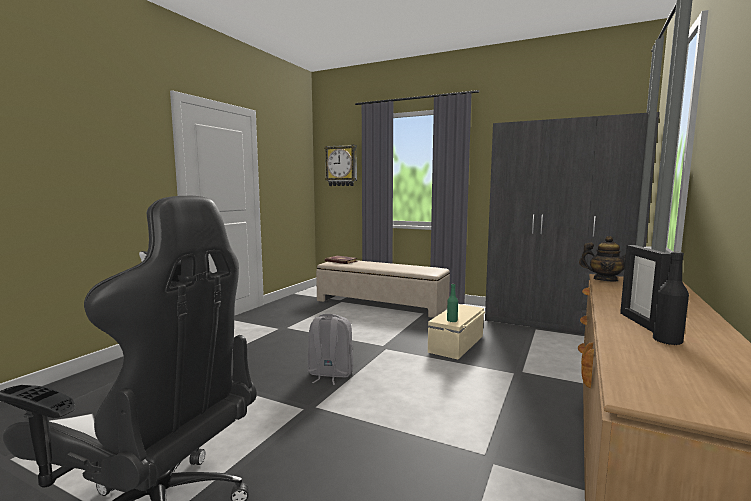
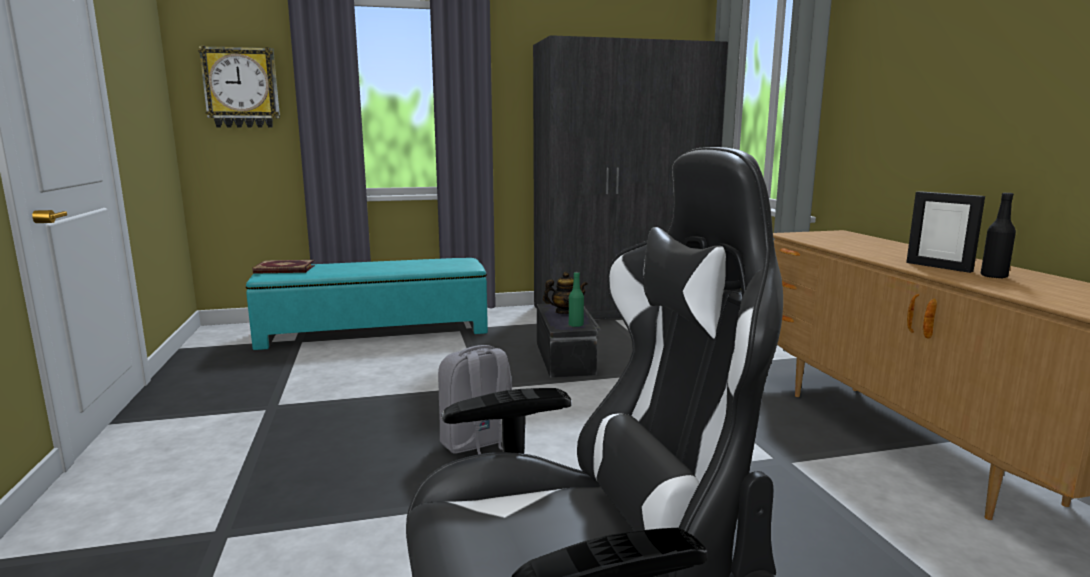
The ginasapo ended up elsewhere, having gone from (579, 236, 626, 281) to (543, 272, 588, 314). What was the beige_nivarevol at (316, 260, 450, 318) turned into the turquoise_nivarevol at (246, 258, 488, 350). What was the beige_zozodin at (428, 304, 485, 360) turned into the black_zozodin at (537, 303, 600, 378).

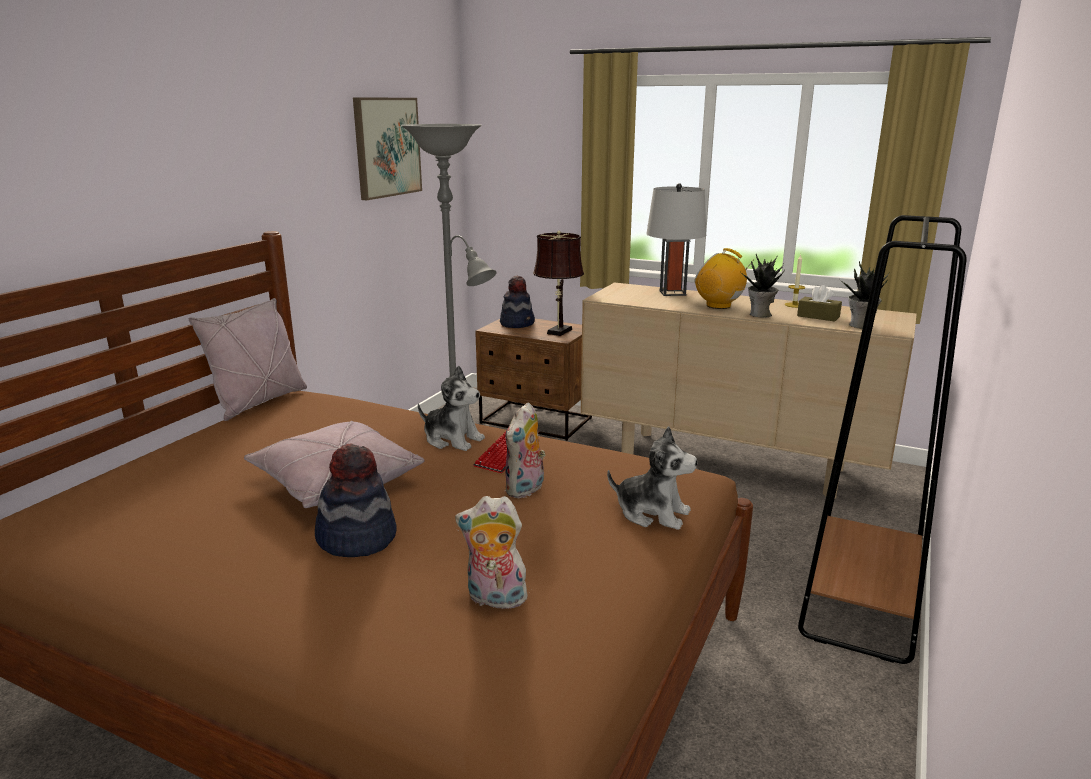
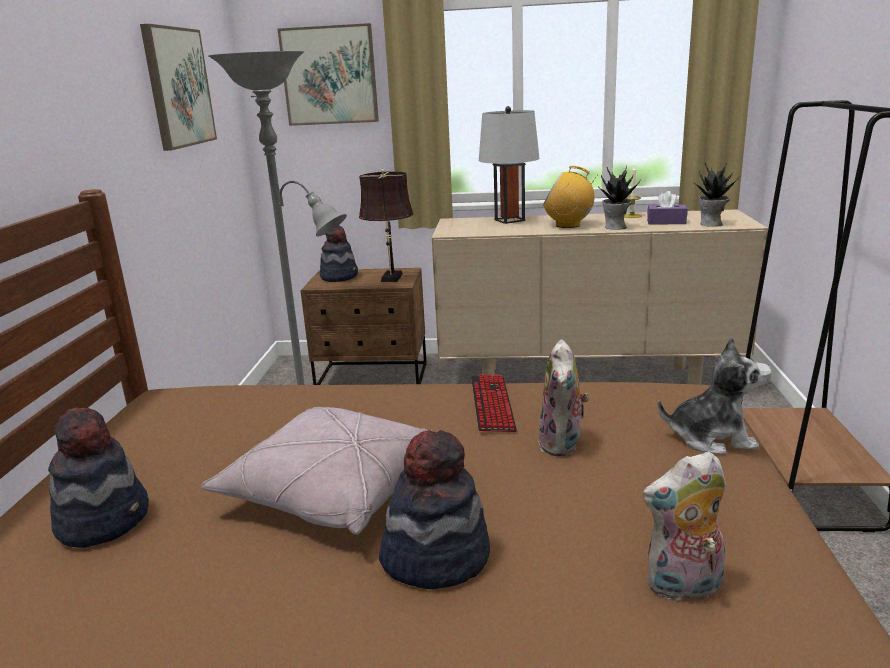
What was the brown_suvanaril at (797, 285, 842, 322) turned into the purple_suvanaril at (647, 191, 687, 224). The second view lost the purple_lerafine at (189, 298, 307, 421). The second view lost the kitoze at (418, 365, 485, 451). The second view gained the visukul at (278, 23, 379, 126). The second view gained the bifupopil at (48, 407, 149, 548).

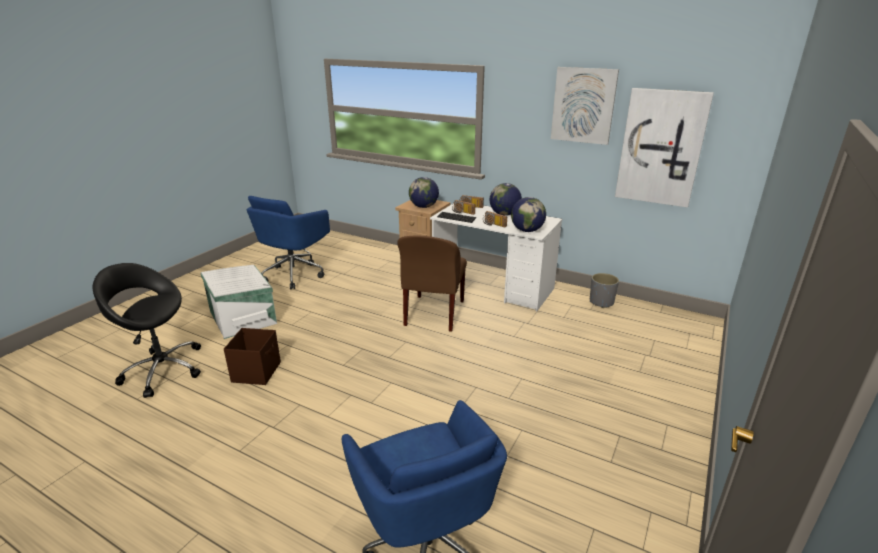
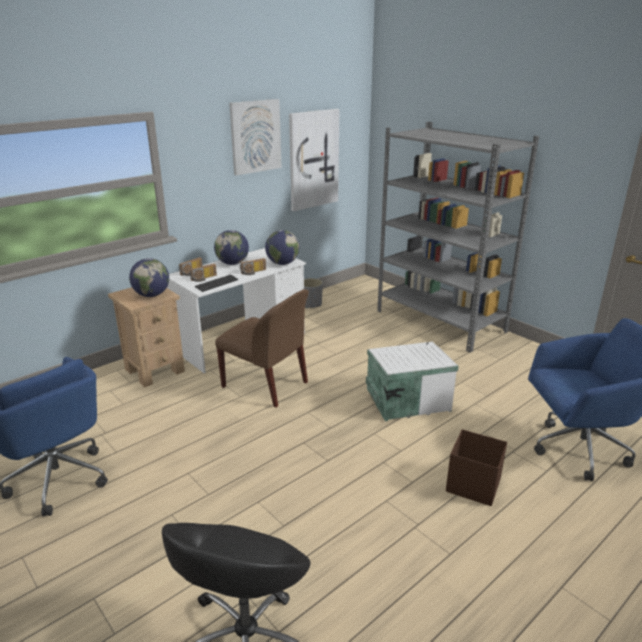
The white_zozodin ended up elsewhere, having gone from (200, 265, 277, 339) to (366, 342, 459, 421). The brown_zozodin ended up elsewhere, having gone from (224, 328, 281, 385) to (446, 429, 507, 506). The second view gained the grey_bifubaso at (377, 122, 539, 353).

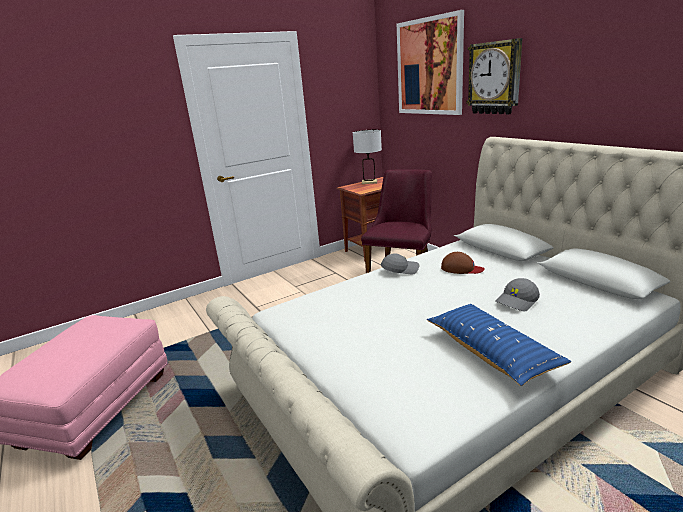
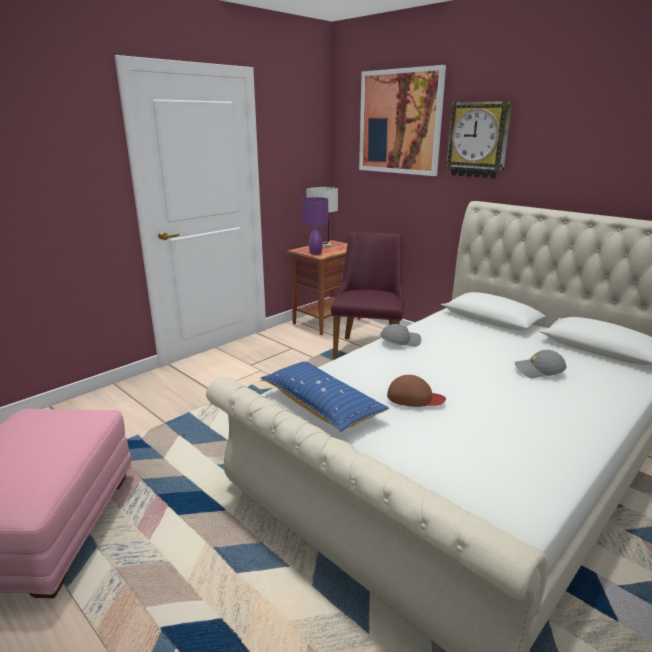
The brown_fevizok ended up elsewhere, having gone from (441, 252, 485, 274) to (387, 375, 446, 407). The grey_fevizok at (495, 278, 540, 312) ended up facing another way, 60 degrees clockwise from before. The blue_lerafine ended up elsewhere, having gone from (427, 304, 571, 386) to (261, 362, 389, 432). The second view gained the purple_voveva at (302, 197, 328, 255).

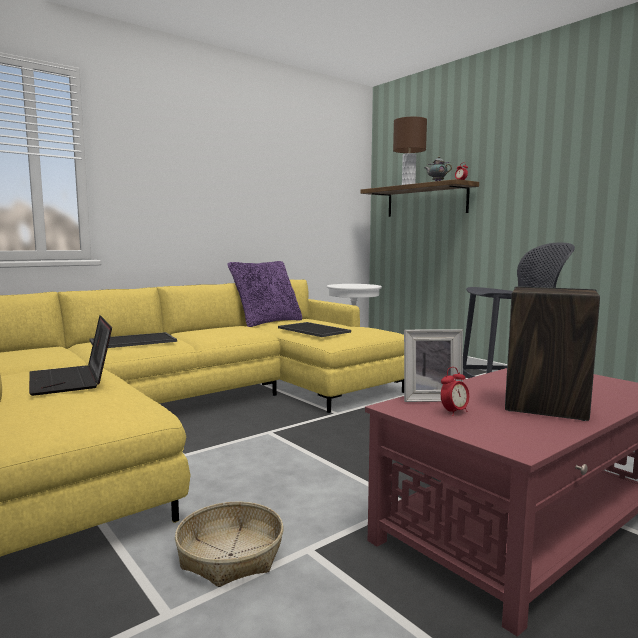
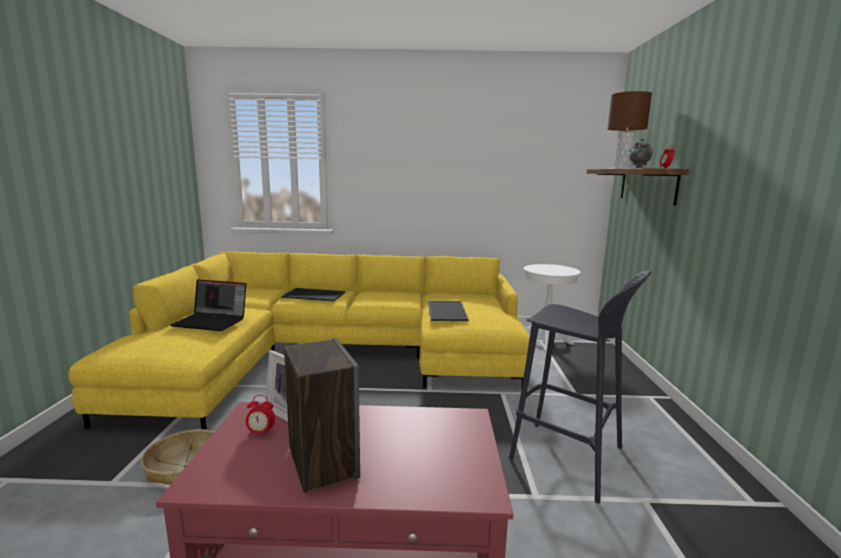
The second view lost the purple_lerafine at (227, 261, 302, 327). The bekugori at (29, 315, 112, 396) ended up facing another way, 90 degrees counterclockwise from before.

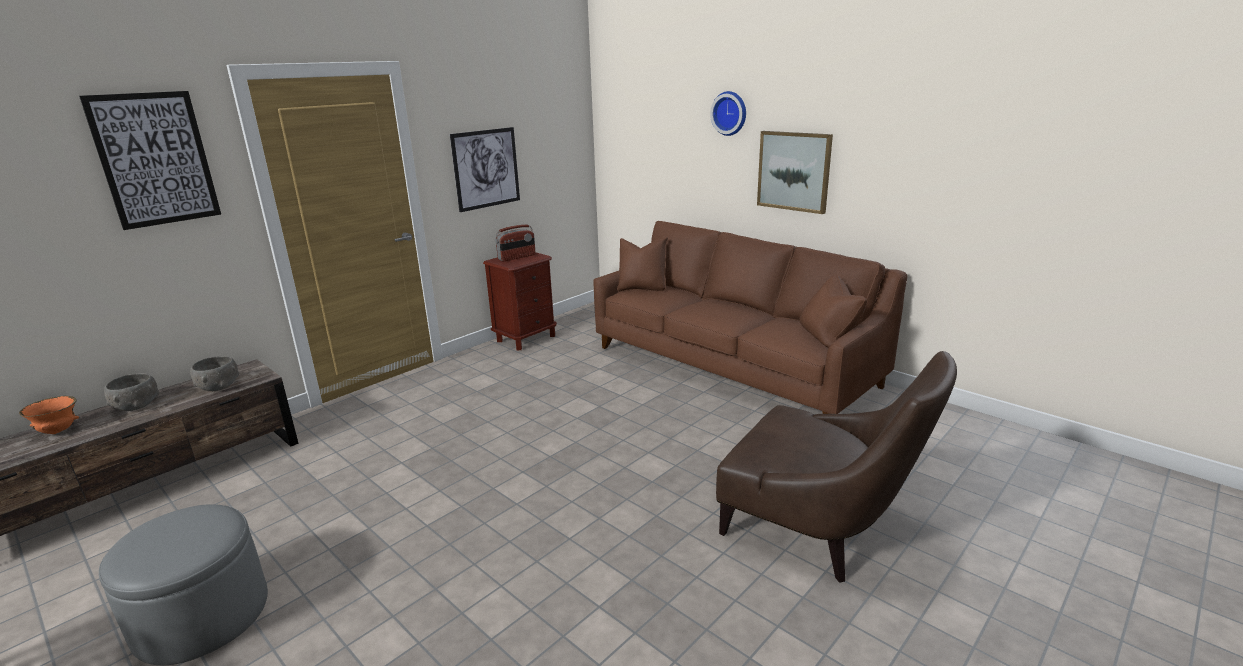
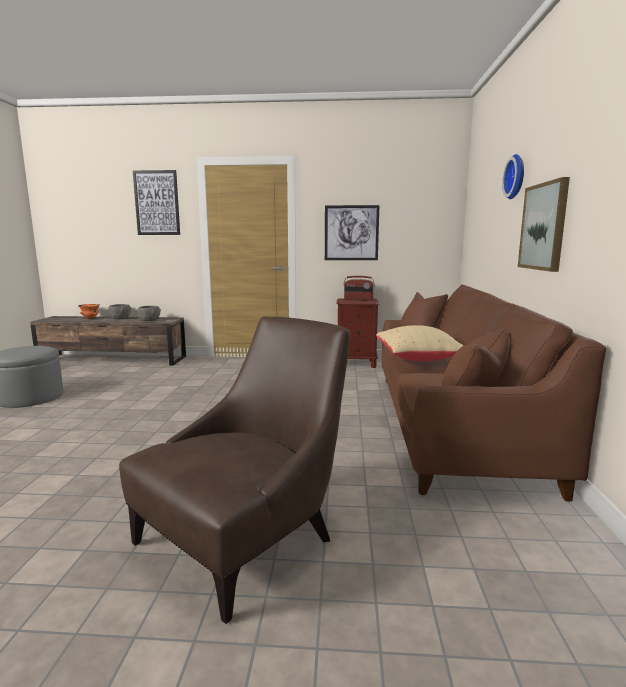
The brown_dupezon at (716, 351, 957, 583) ended up facing another way, 135 degrees counterclockwise from before. The second view gained the beige_lerafine at (376, 325, 464, 361).

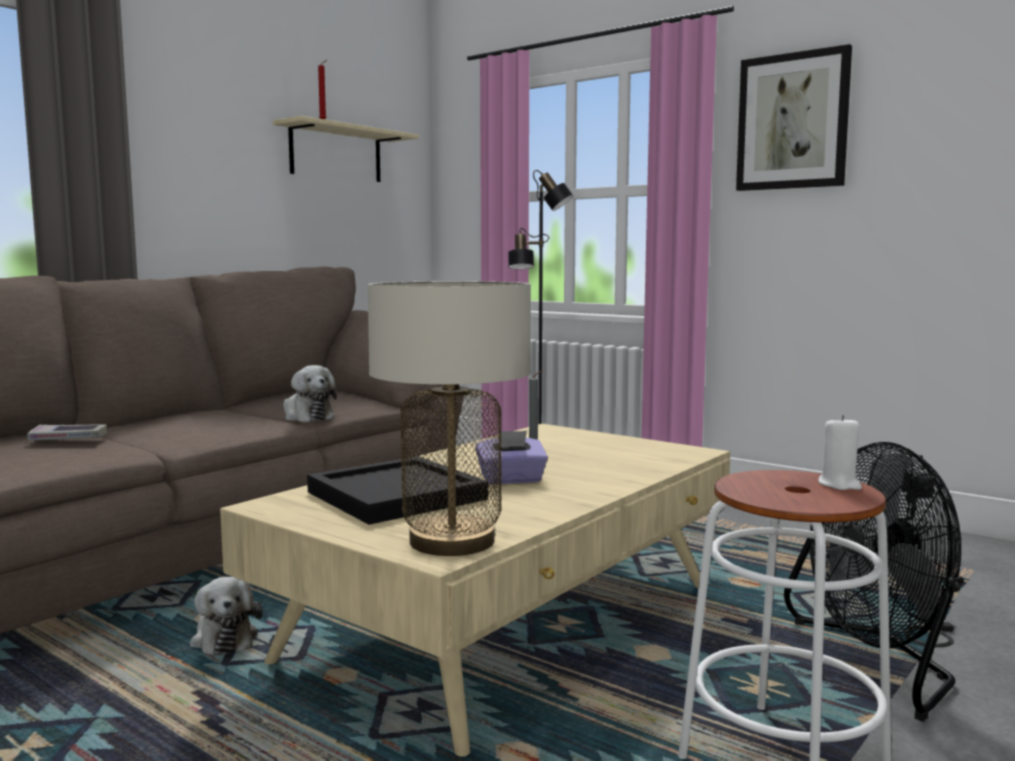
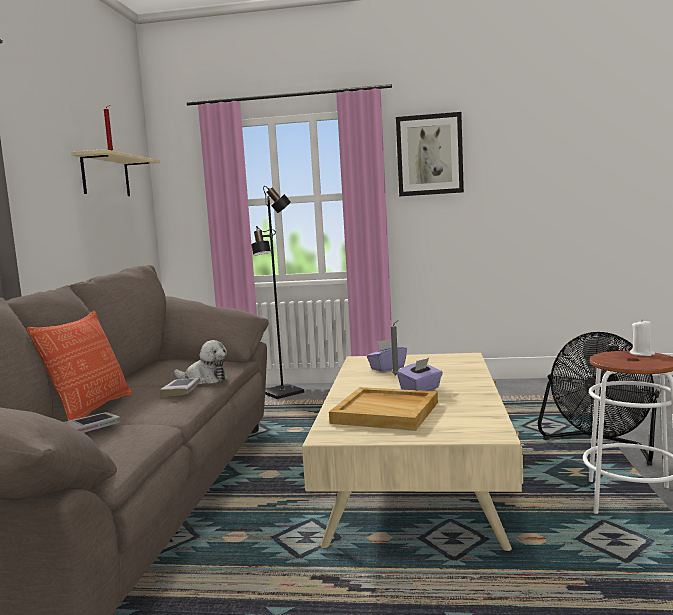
The second view lost the voveva at (368, 281, 531, 556). What was the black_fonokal at (307, 456, 488, 525) turned into the beige_fonokal at (329, 387, 438, 431). The second view lost the kitoze at (190, 577, 263, 656). The second view gained the orange_lerafine at (27, 311, 133, 421). The second view gained the purple_suvanaril at (367, 339, 407, 372). The second view gained the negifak at (160, 378, 200, 397).

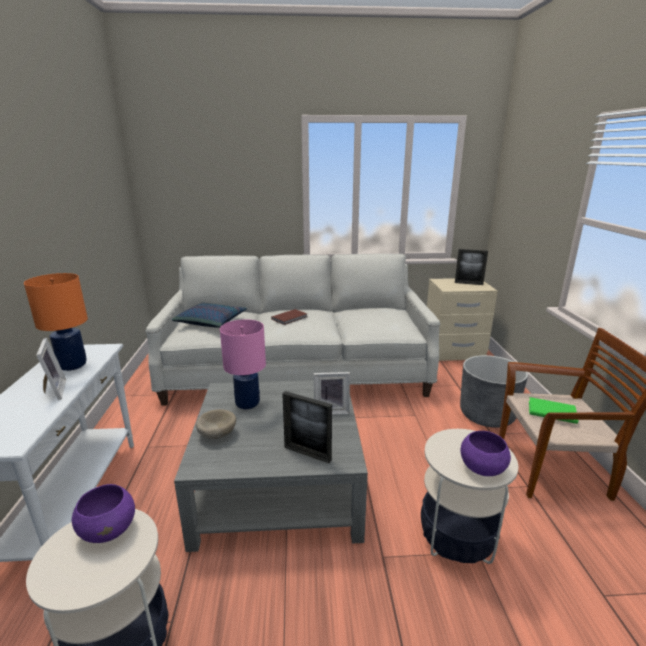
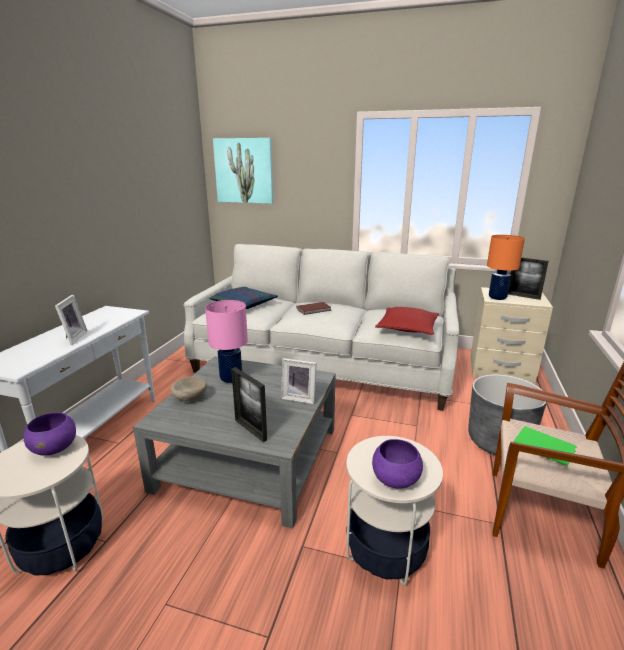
The orange_voveva ended up elsewhere, having gone from (24, 273, 88, 371) to (487, 235, 525, 300). The second view gained the visukul at (213, 138, 273, 204). The second view gained the red_lerafine at (375, 307, 439, 335).

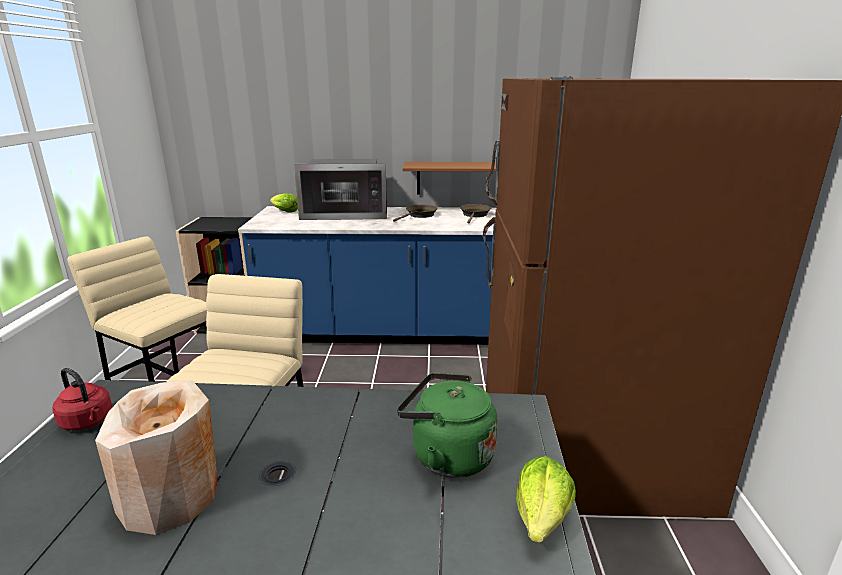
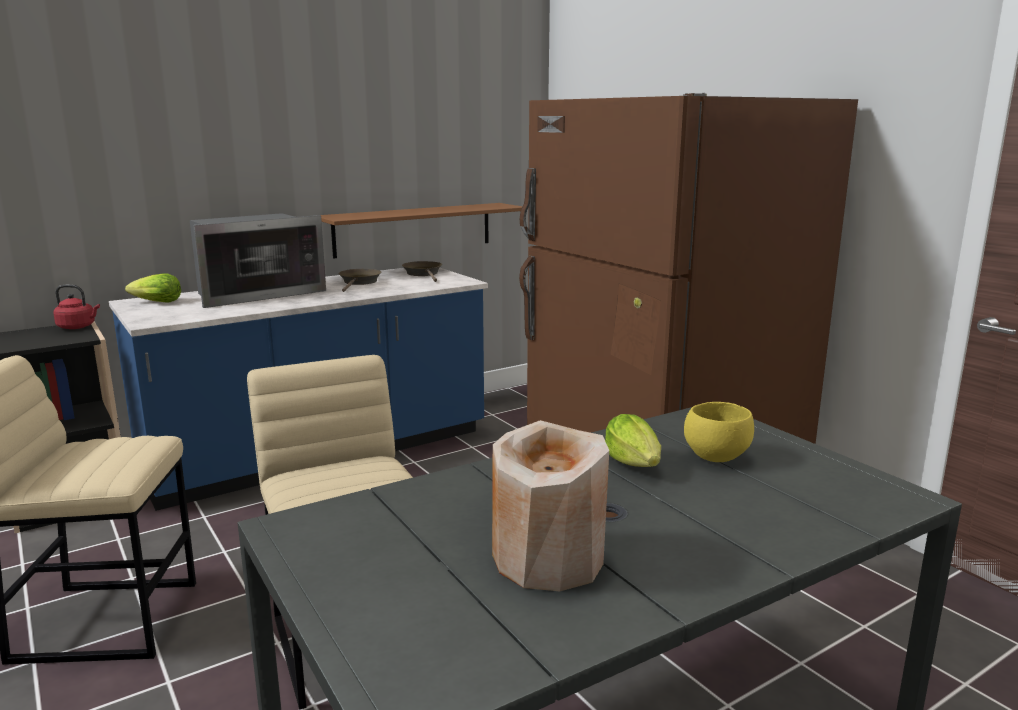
The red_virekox ended up elsewhere, having gone from (52, 368, 112, 431) to (53, 285, 100, 329). Where the green_virekox stood at (397, 373, 497, 478), the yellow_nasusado came to stand at (684, 402, 754, 462). The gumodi ended up elsewhere, having gone from (516, 456, 576, 543) to (605, 414, 661, 467).

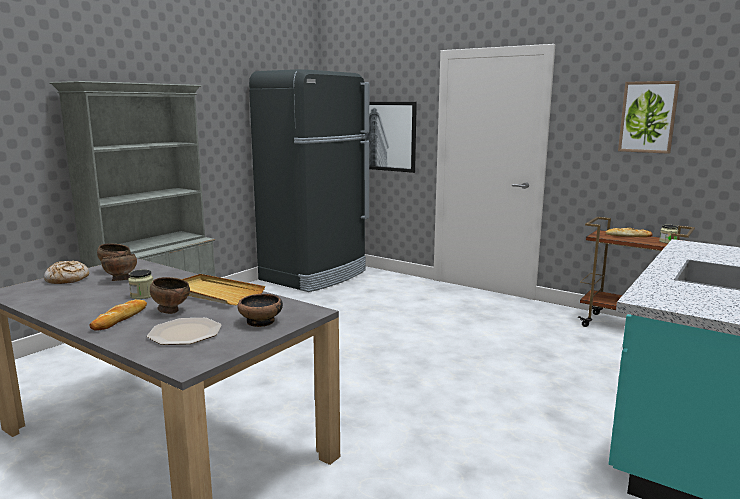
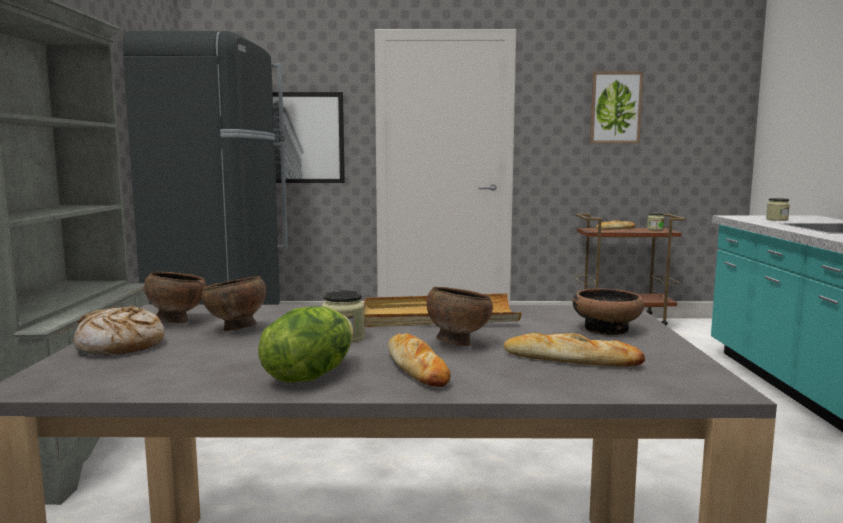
Where the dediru stood at (147, 318, 222, 345), the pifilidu came to stand at (504, 333, 645, 367). The second view gained the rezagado at (766, 198, 790, 221). The second view gained the gumodi at (258, 306, 353, 383).

